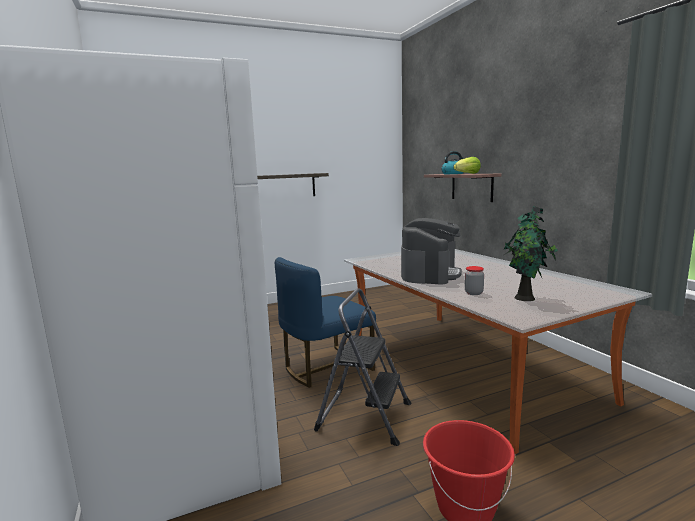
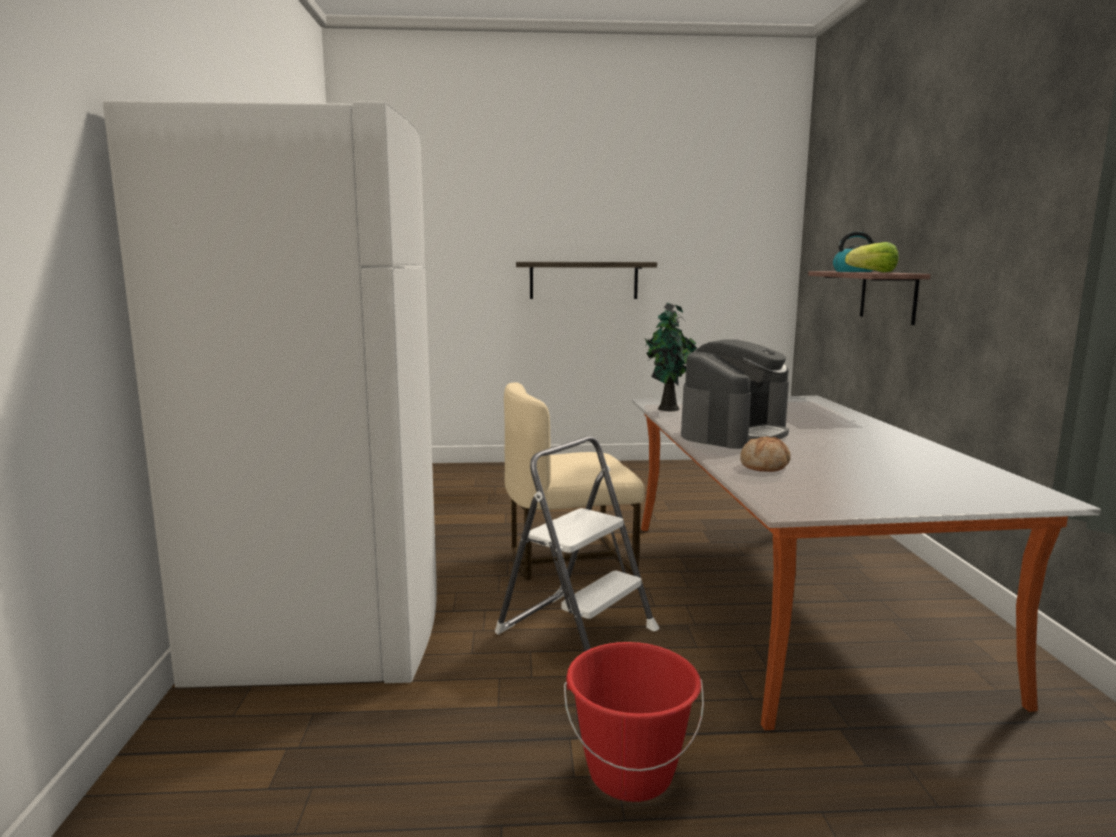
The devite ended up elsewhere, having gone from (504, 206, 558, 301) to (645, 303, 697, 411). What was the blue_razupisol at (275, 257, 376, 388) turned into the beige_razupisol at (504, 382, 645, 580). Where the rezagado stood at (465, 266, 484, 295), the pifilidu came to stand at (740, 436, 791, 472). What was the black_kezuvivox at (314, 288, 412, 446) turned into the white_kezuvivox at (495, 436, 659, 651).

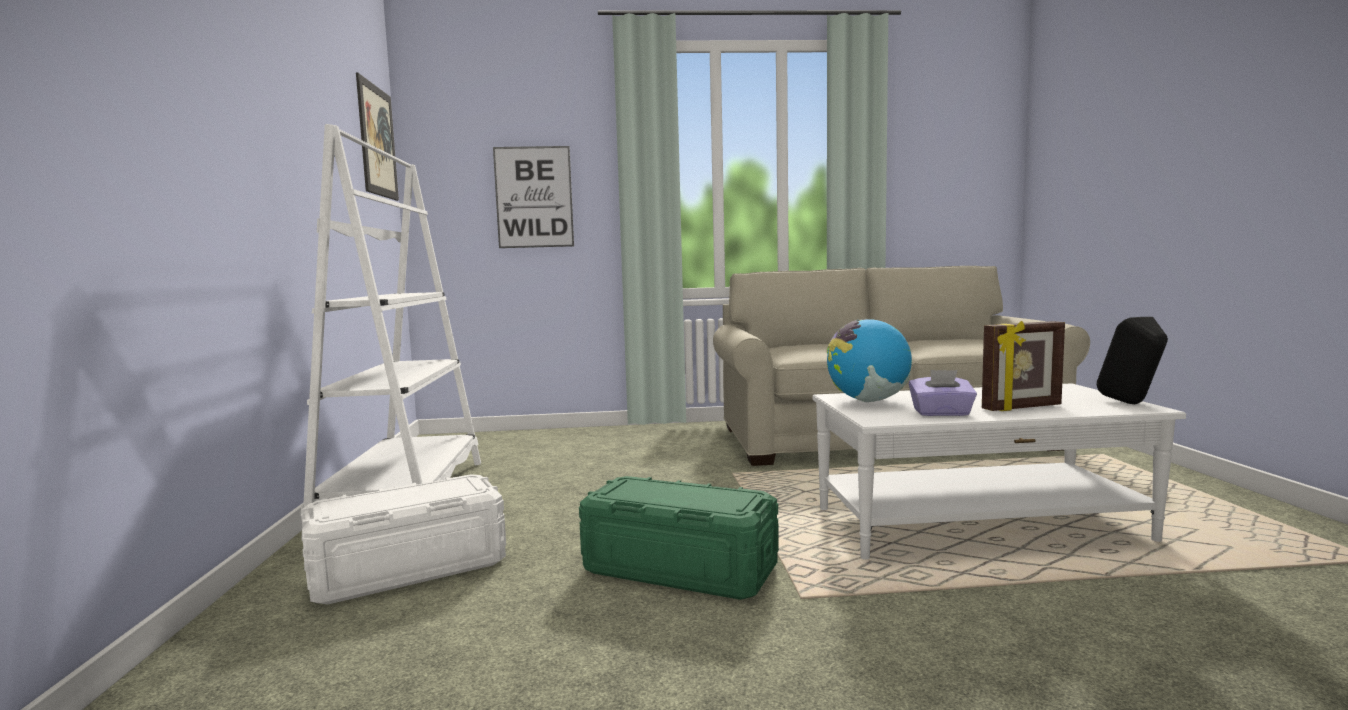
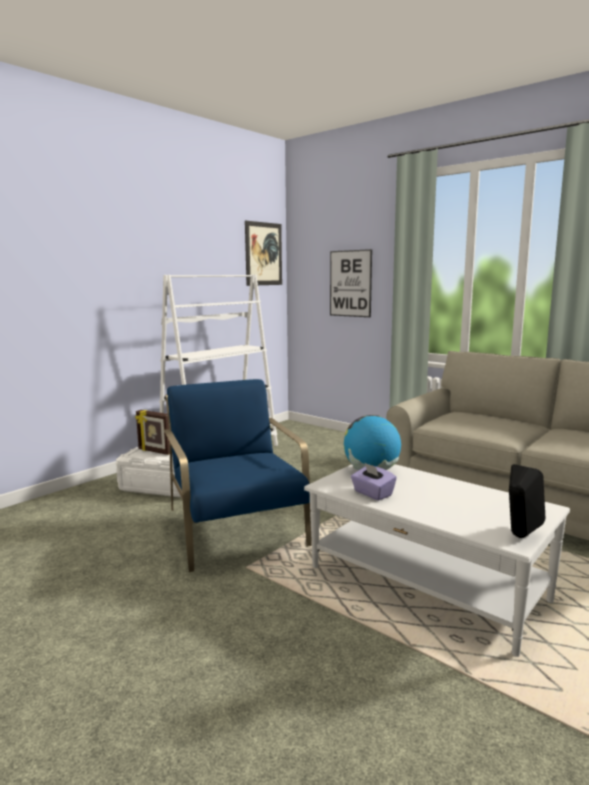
The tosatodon ended up elsewhere, having gone from (982, 321, 1065, 411) to (135, 410, 170, 455). Where the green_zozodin stood at (579, 476, 779, 600), the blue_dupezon came to stand at (164, 379, 312, 572).

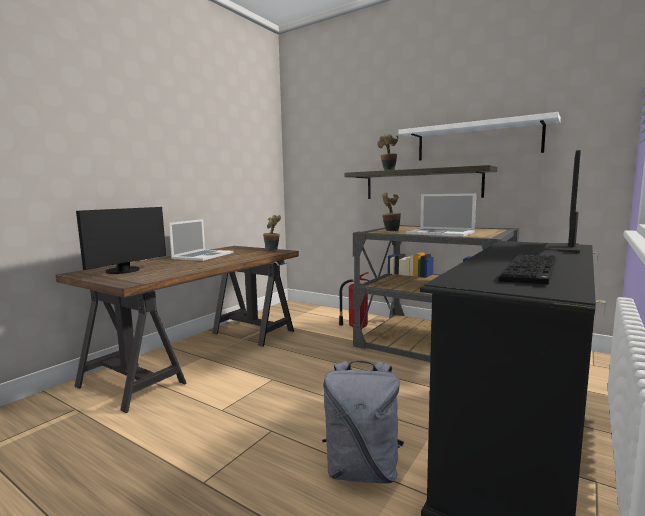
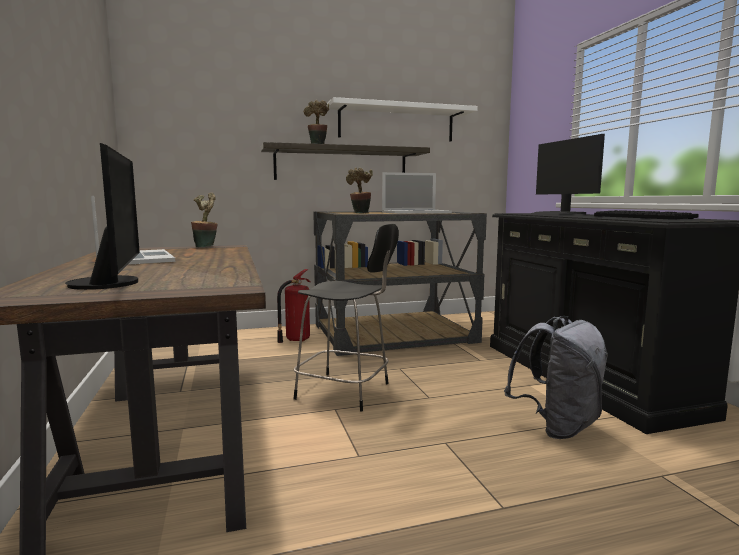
The second view gained the black_razupisol at (294, 224, 399, 411).

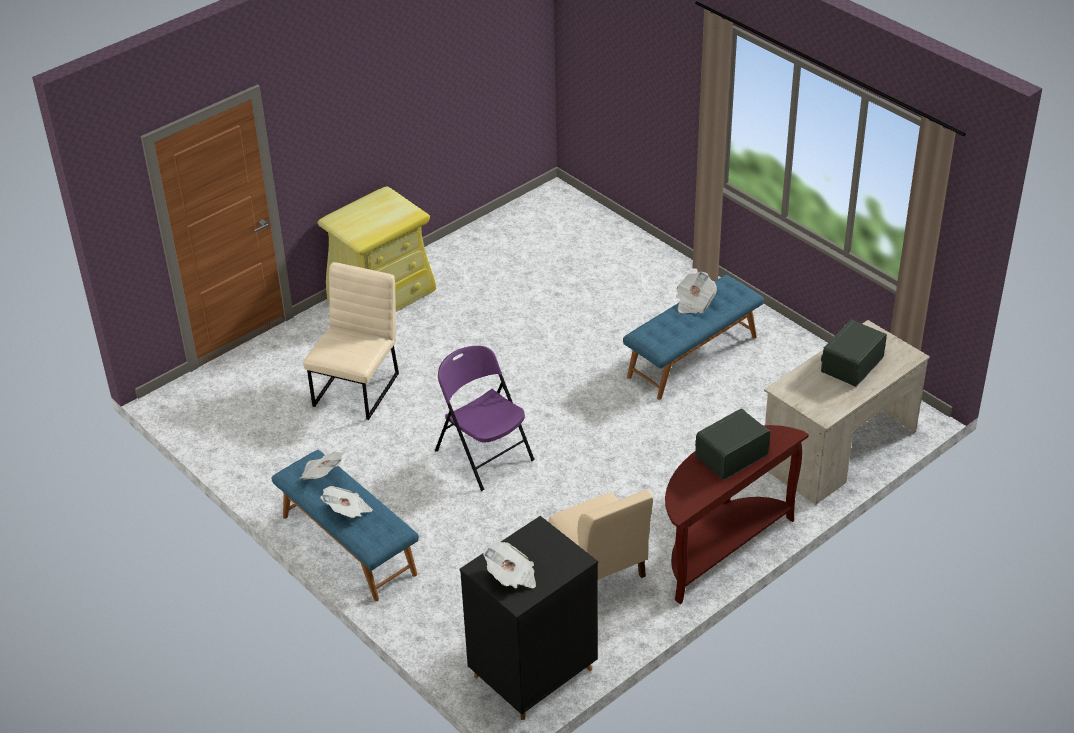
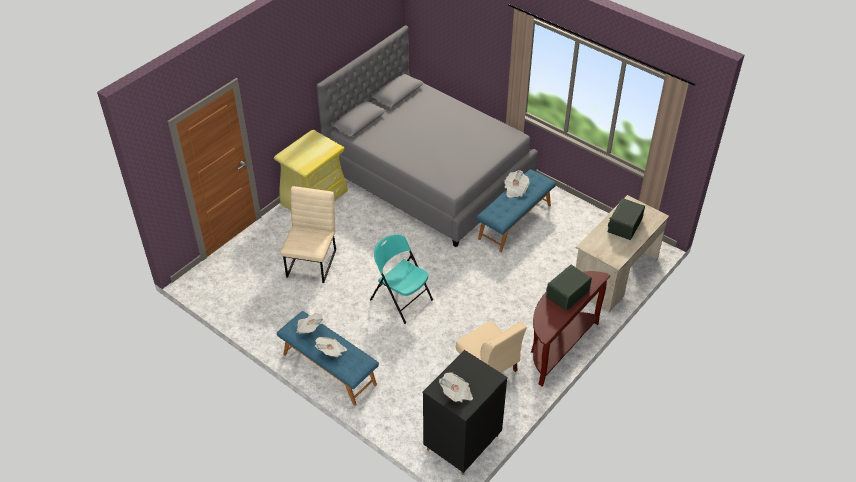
What was the purple_razupisol at (435, 346, 535, 491) turned into the turquoise_razupisol at (370, 234, 433, 324). The second view gained the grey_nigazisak at (316, 25, 538, 247).

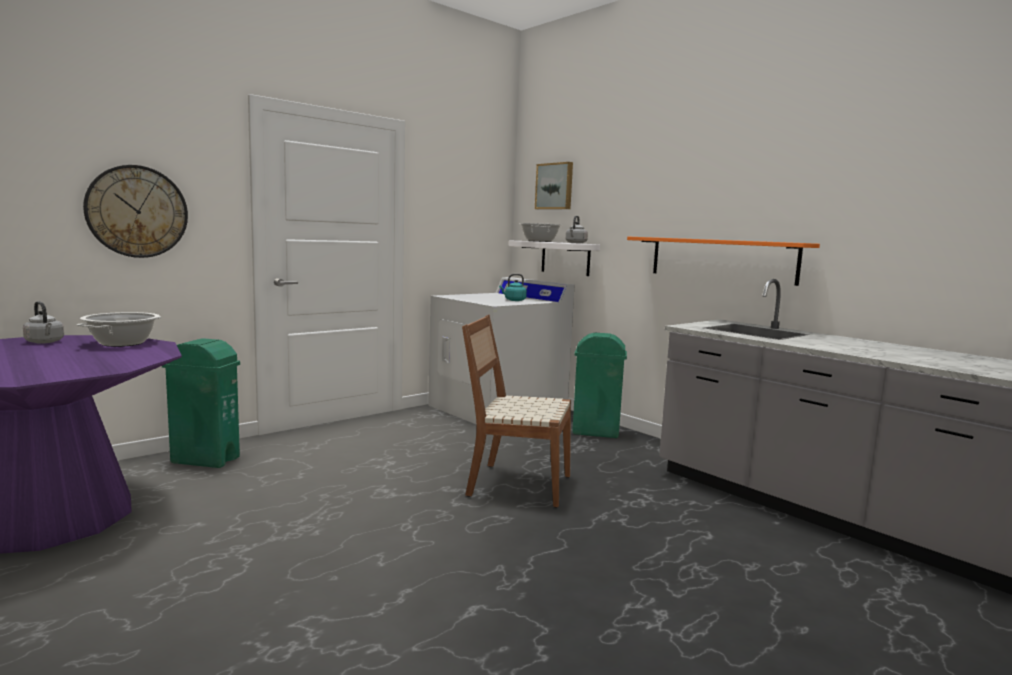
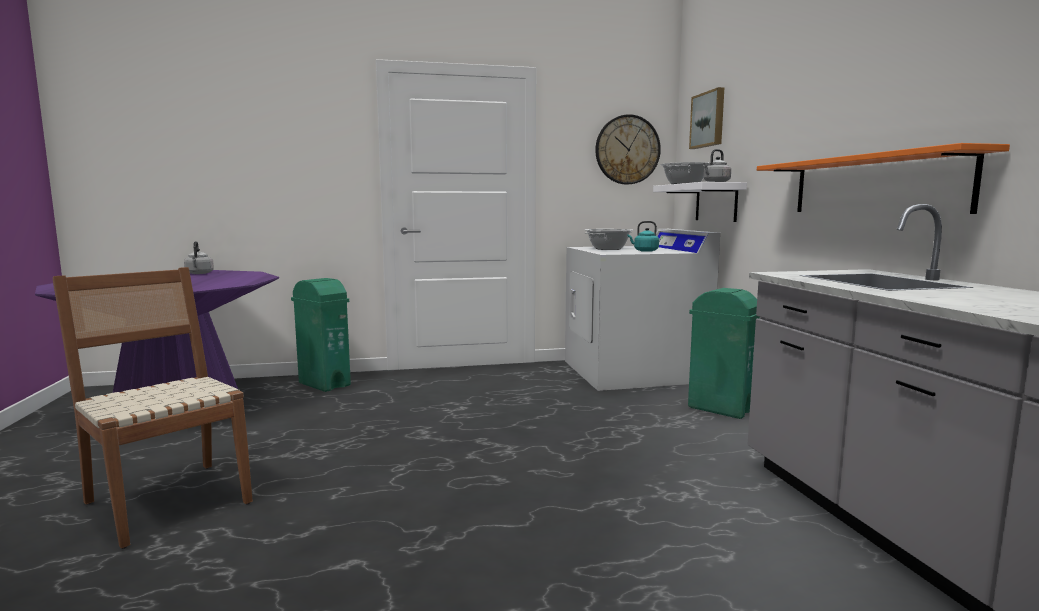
The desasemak ended up elsewhere, having gone from (83, 165, 188, 258) to (595, 114, 661, 185). The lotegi ended up elsewhere, having gone from (76, 312, 162, 347) to (585, 229, 633, 250). The razupisol ended up elsewhere, having gone from (462, 315, 571, 508) to (53, 267, 253, 549).

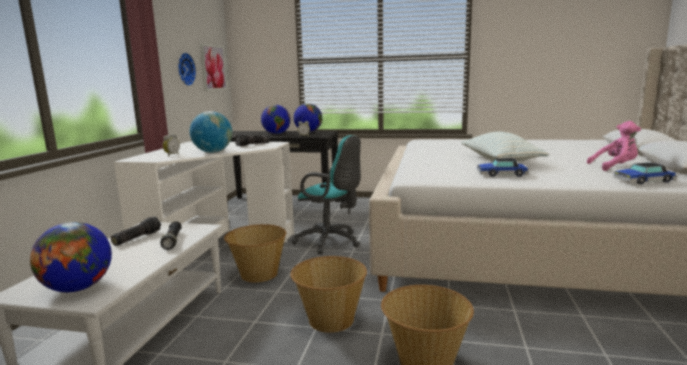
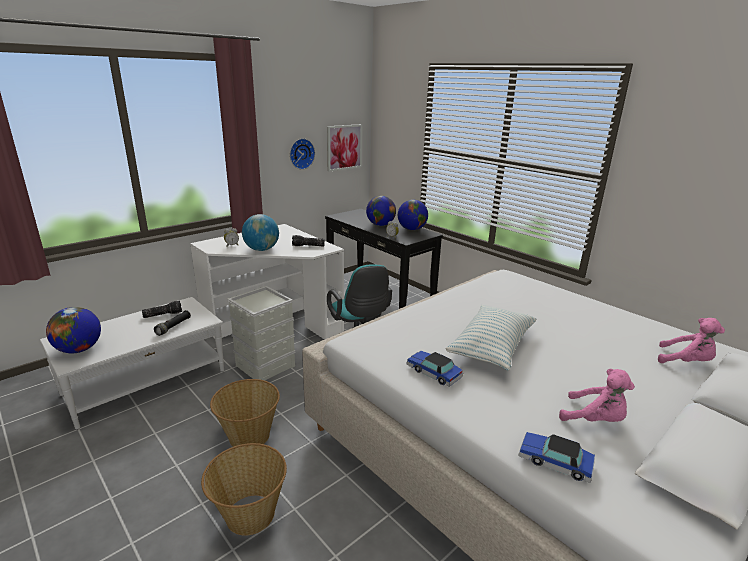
Where the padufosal stood at (224, 224, 286, 283), the grey_zozodin came to stand at (227, 286, 295, 381). The second view gained the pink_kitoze at (658, 318, 725, 363).

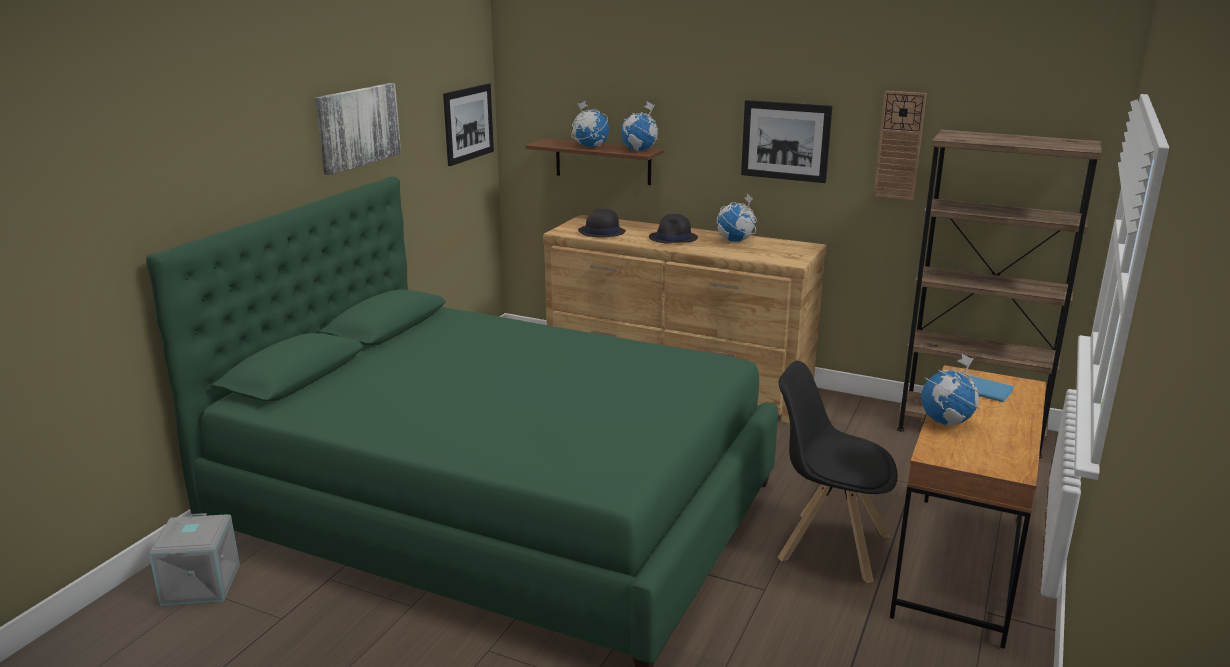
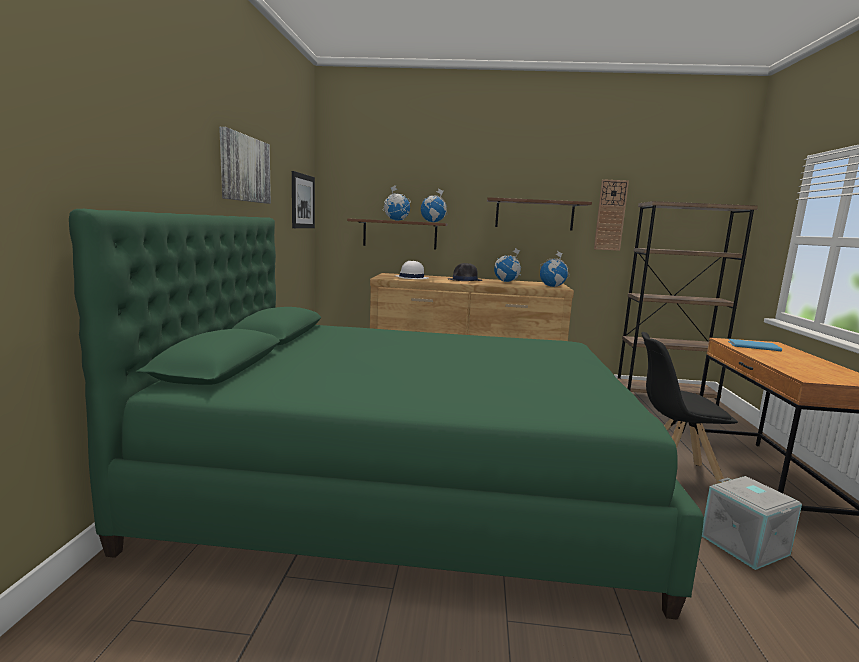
Where the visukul hung at (741, 100, 832, 183), the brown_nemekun came to hang at (487, 197, 592, 231). What was the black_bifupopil at (578, 208, 626, 237) turned into the white_bifupopil at (396, 261, 429, 279). The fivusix ended up elsewhere, having gone from (921, 353, 981, 426) to (540, 251, 570, 287). The grey_zozodin ended up elsewhere, having gone from (149, 513, 240, 606) to (702, 476, 802, 570).

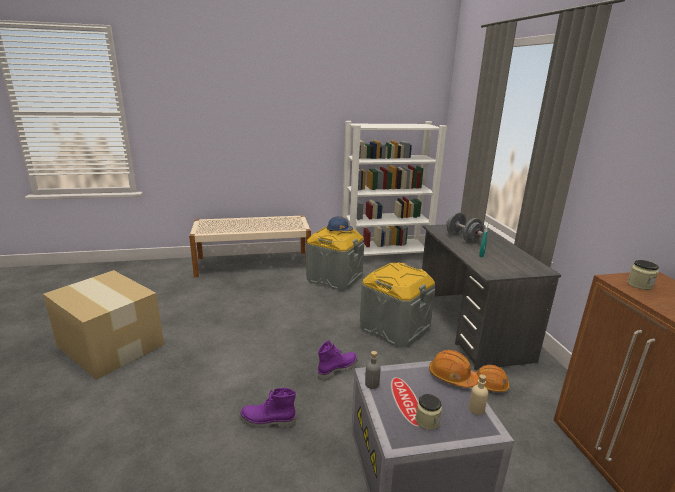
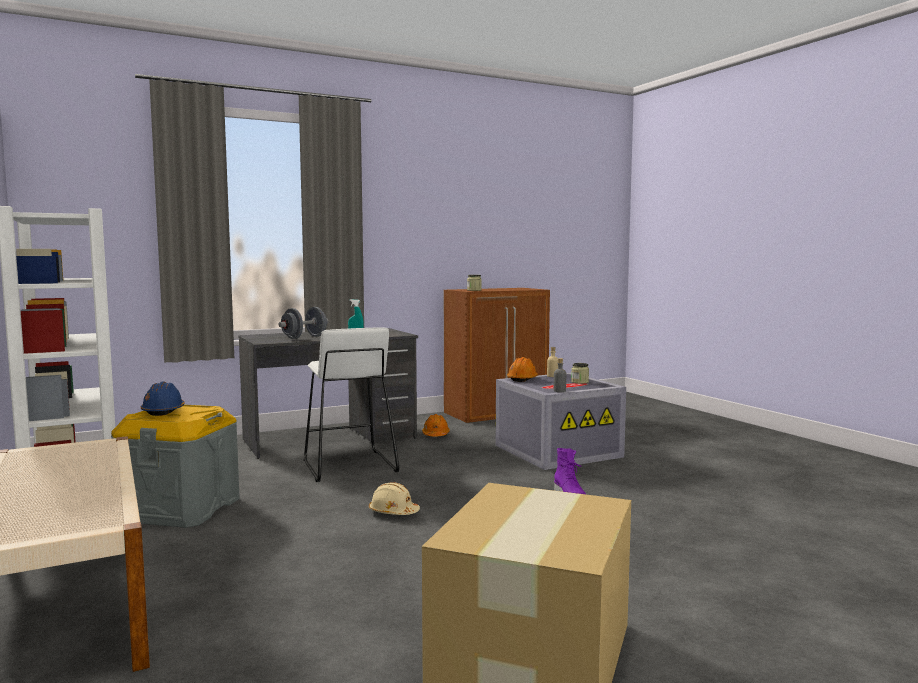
Where the grey_zozodin stood at (360, 263, 435, 347), the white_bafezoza came to stand at (304, 328, 399, 482). The second view lost the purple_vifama at (318, 340, 357, 381). The second view gained the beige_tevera at (369, 482, 420, 515).

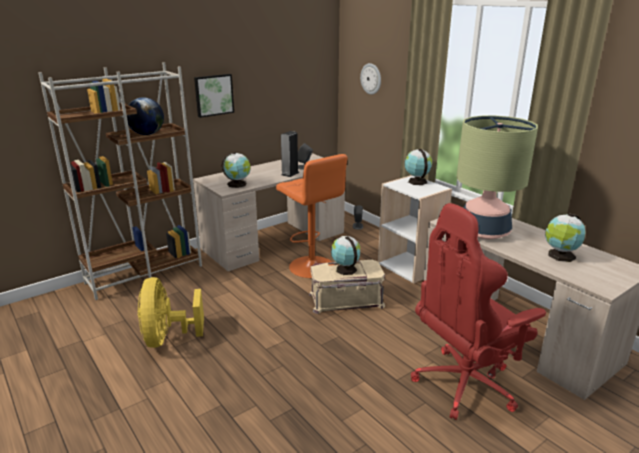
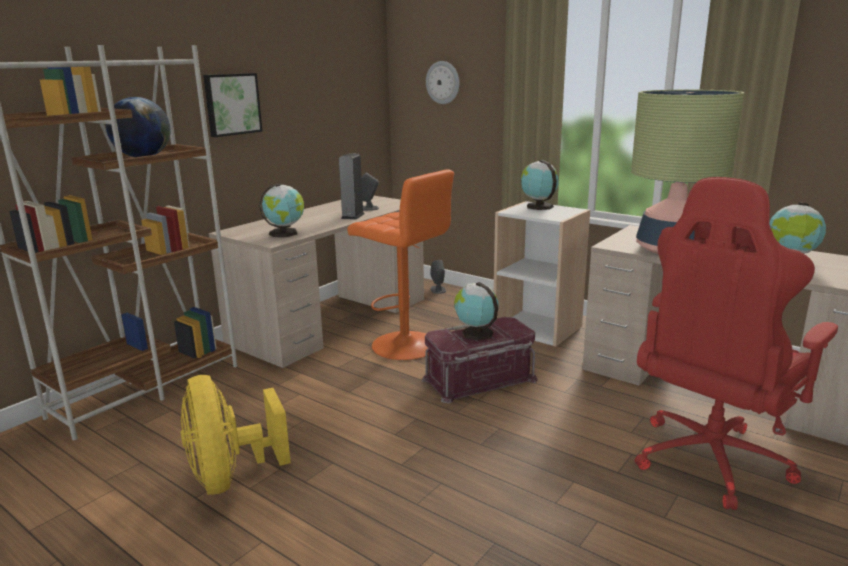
What was the beige_zozodin at (309, 260, 385, 314) turned into the red_zozodin at (422, 317, 538, 404).

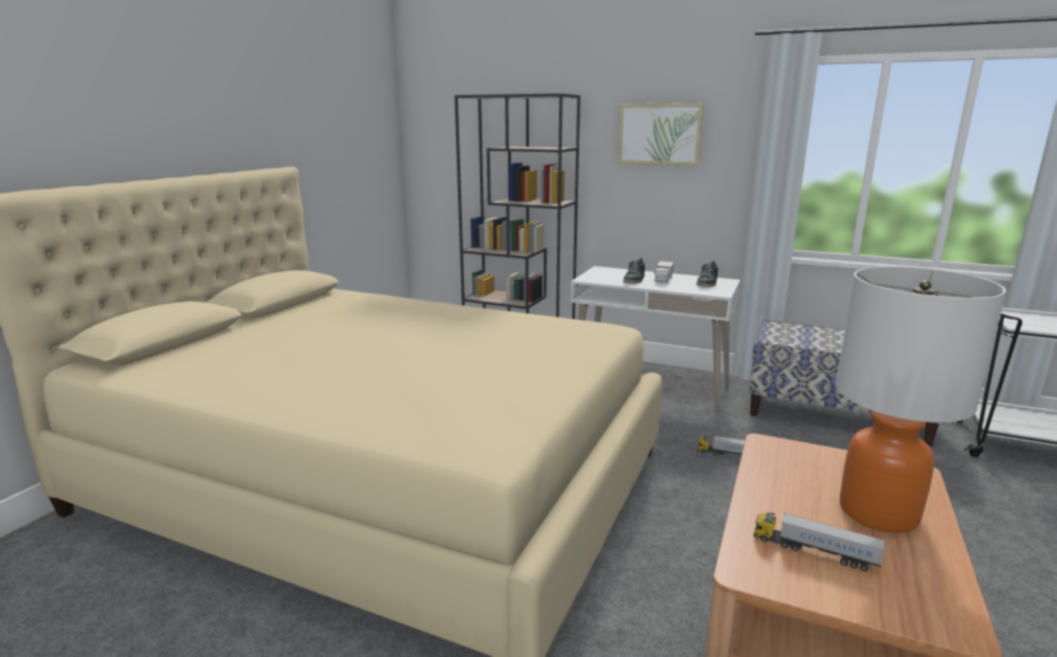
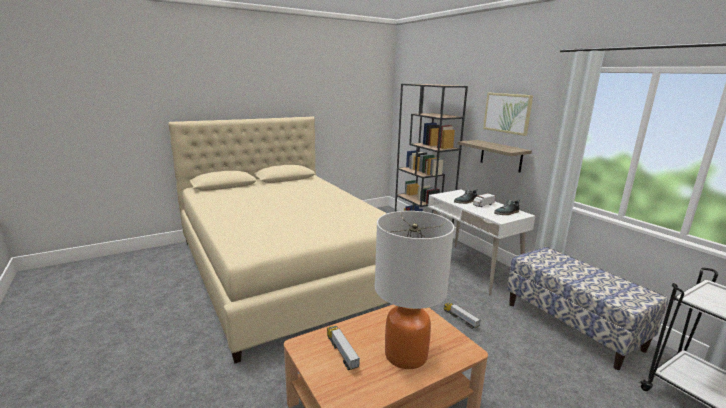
The second view gained the nemekun at (458, 140, 532, 173).

